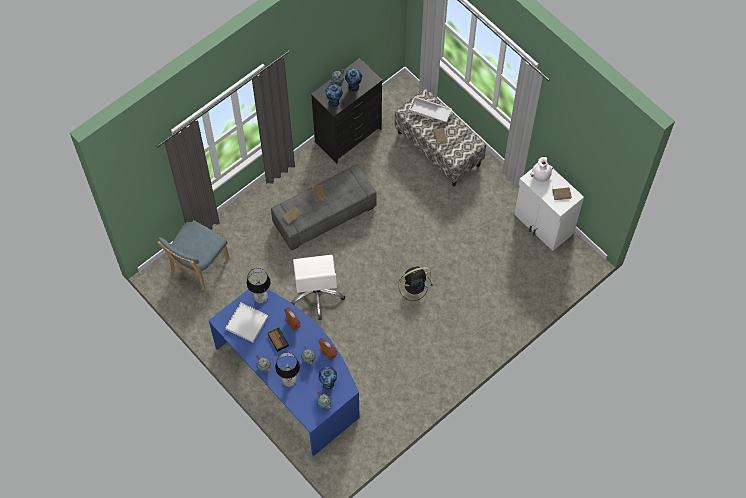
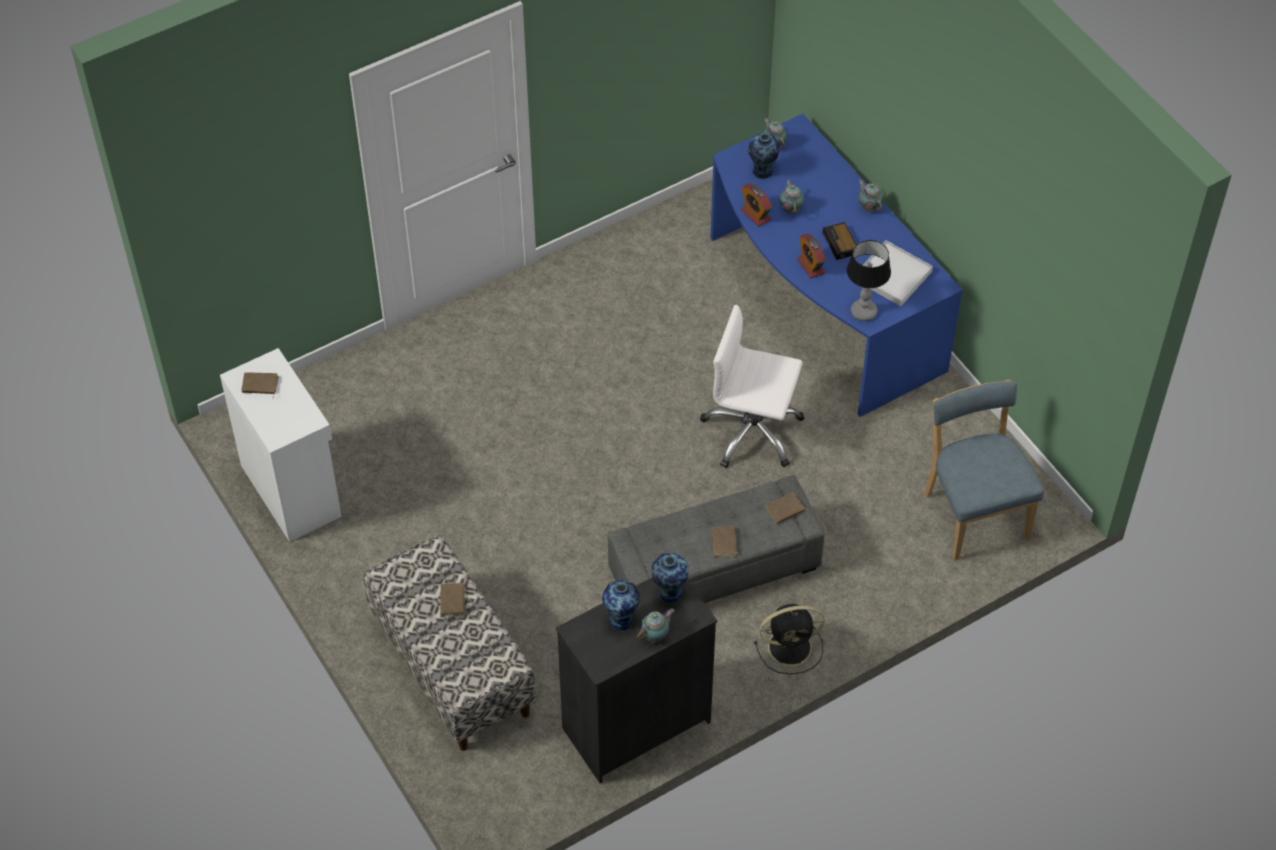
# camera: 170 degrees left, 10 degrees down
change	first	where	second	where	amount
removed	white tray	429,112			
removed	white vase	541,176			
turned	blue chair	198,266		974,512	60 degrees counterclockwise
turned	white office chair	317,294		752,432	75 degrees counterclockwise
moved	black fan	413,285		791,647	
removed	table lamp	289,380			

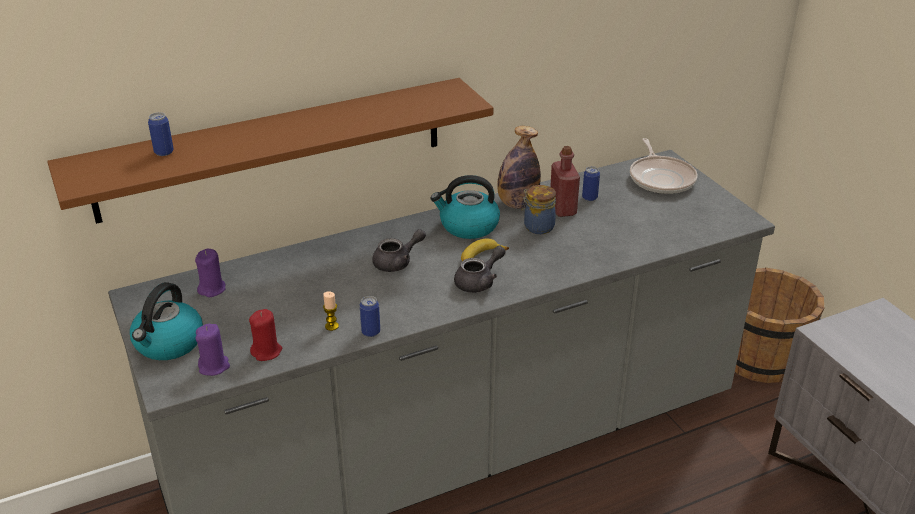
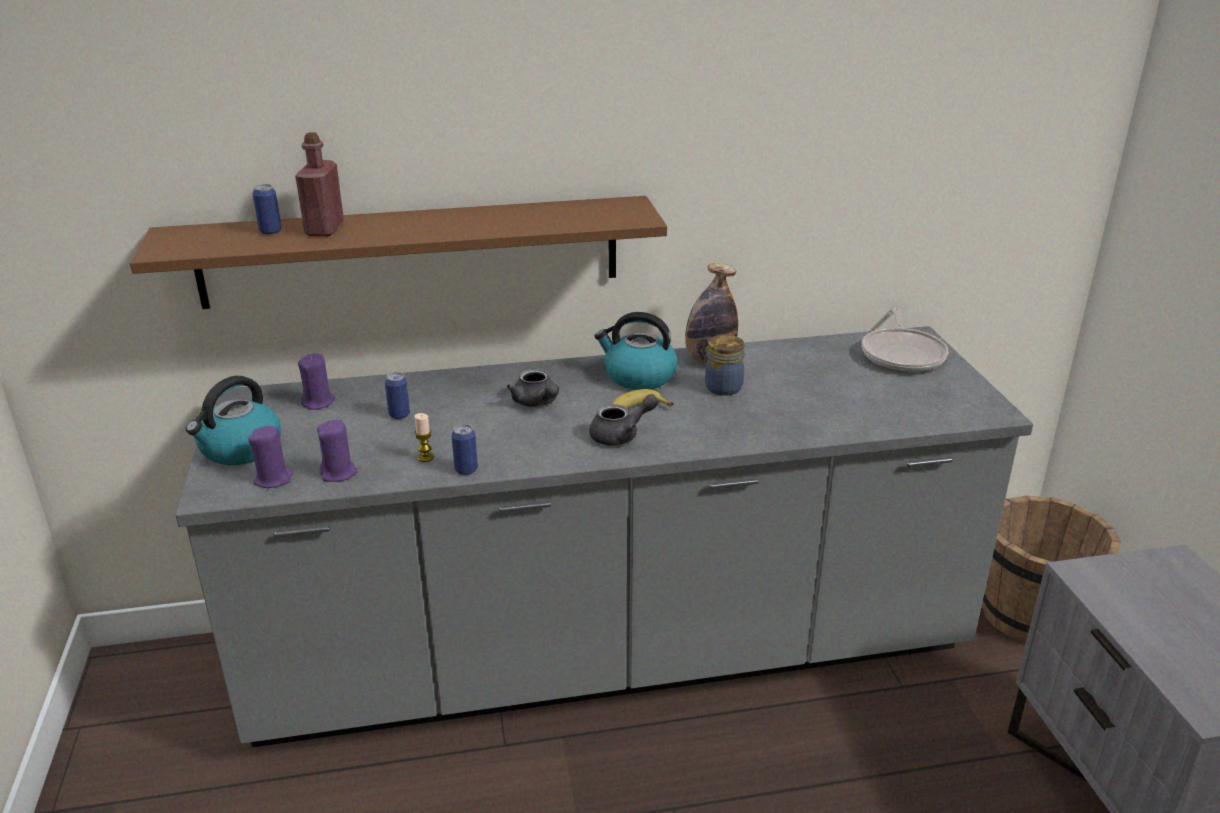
# camera: 15 degrees right, 5 degrees down
change	first	where	second	where	amount
moved	red bottle	562,209		324,229	
moved	can	589,198		399,415	
turned	grey teapot	398,262		537,403	75 degrees clockwise
recoloured	red candle	267,352	purple candle	339,473	

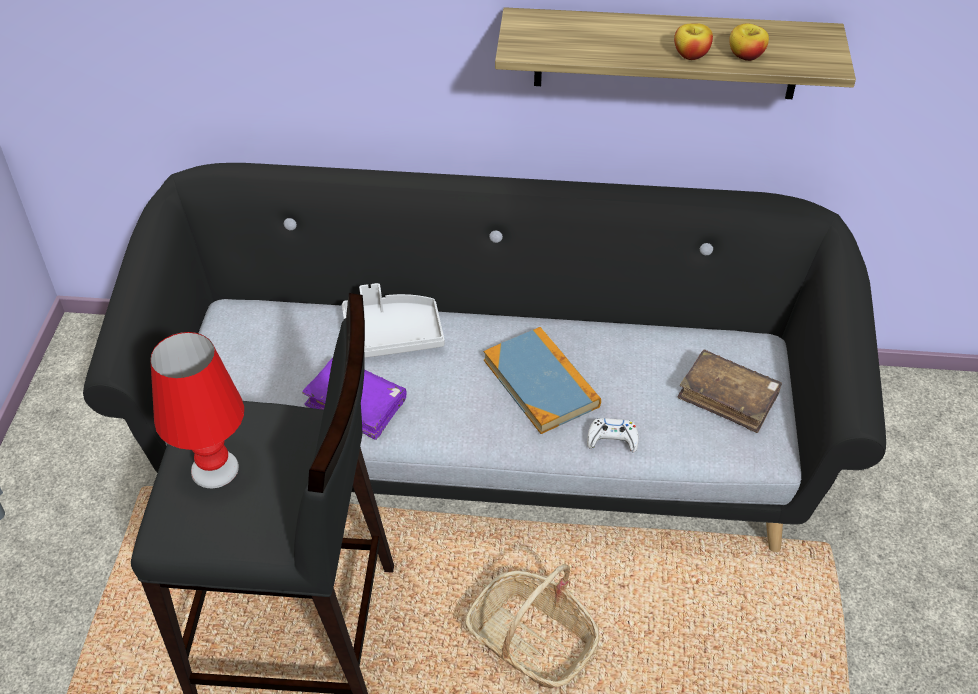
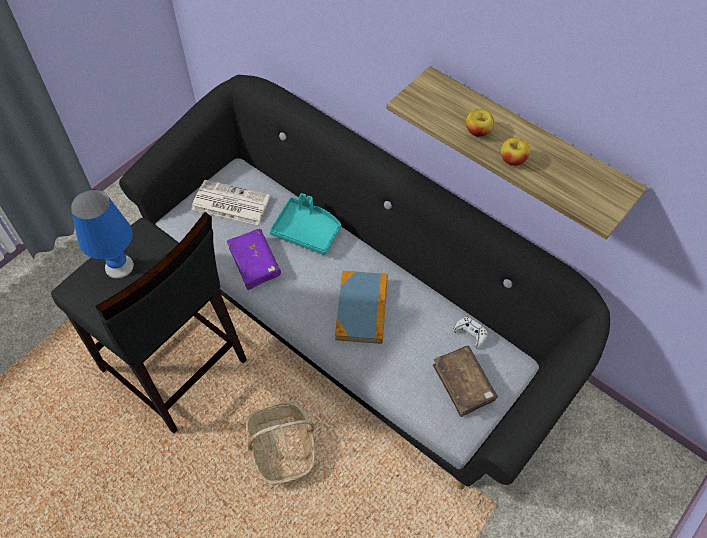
# camera: 35 degrees right, 10 degrees up
change	first	where	second	where	amount
moved	apple	745,56		478,131	
recoloured	grey tray	392,334	turquoise tray	307,231	
recoloured	red table lamp	214,469	blue table lamp	119,266	
moved	white game controller	612,439		470,333	
added			newspaper	229,203	

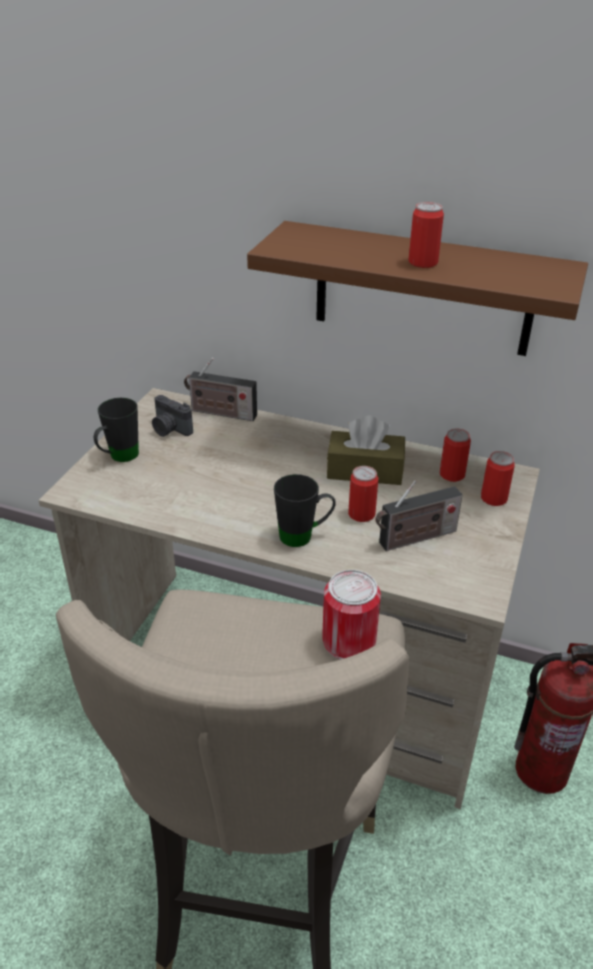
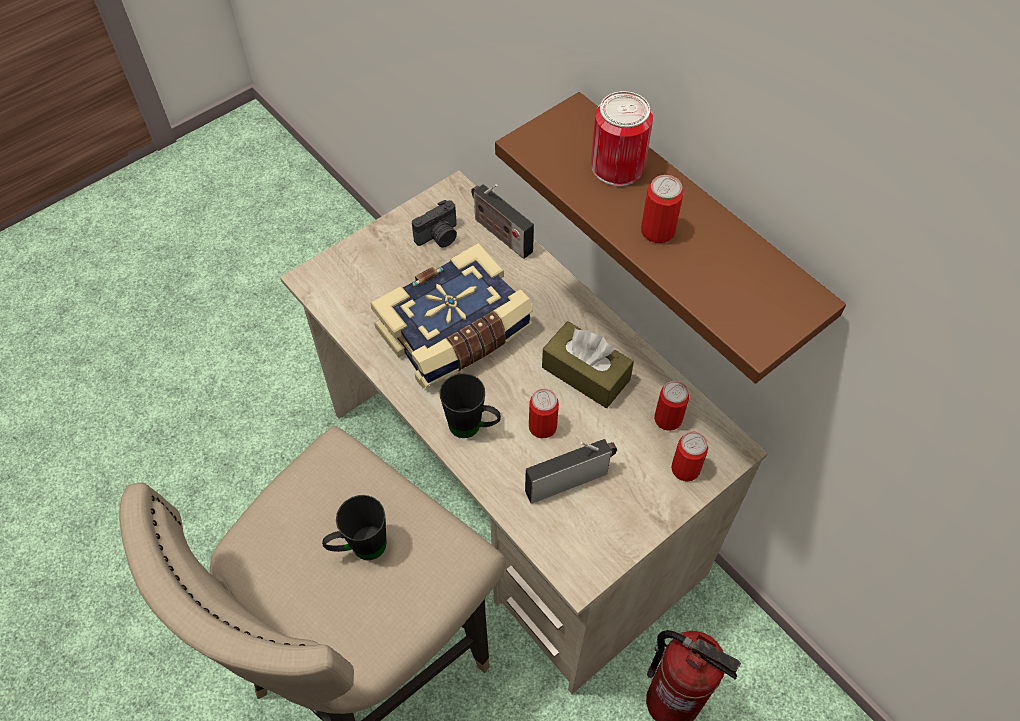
# camera: 30 degrees right, 20 degrees up
change	first	where	second	where	amount
turned	photo camera	170,429		439,237	105 degrees counterclockwise
moved	black mug	119,458		360,548	
turned	radio	414,539		569,480	150 degrees clockwise
moved	can	349,641		617,167	
added			book	456,333	

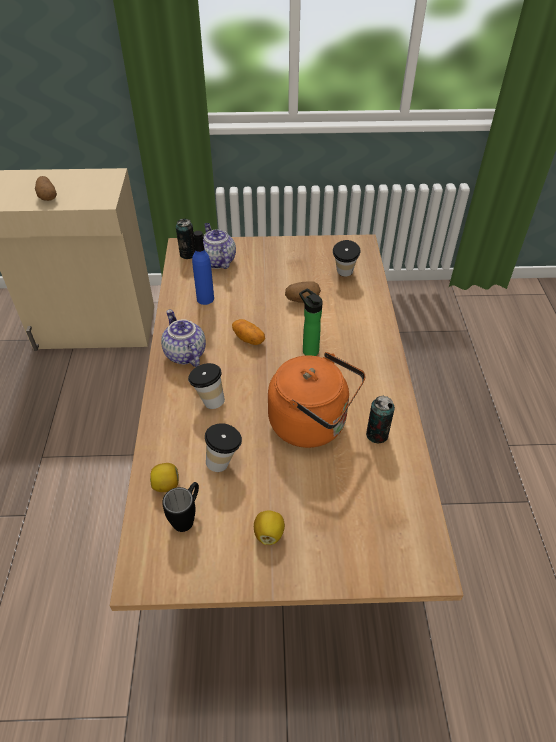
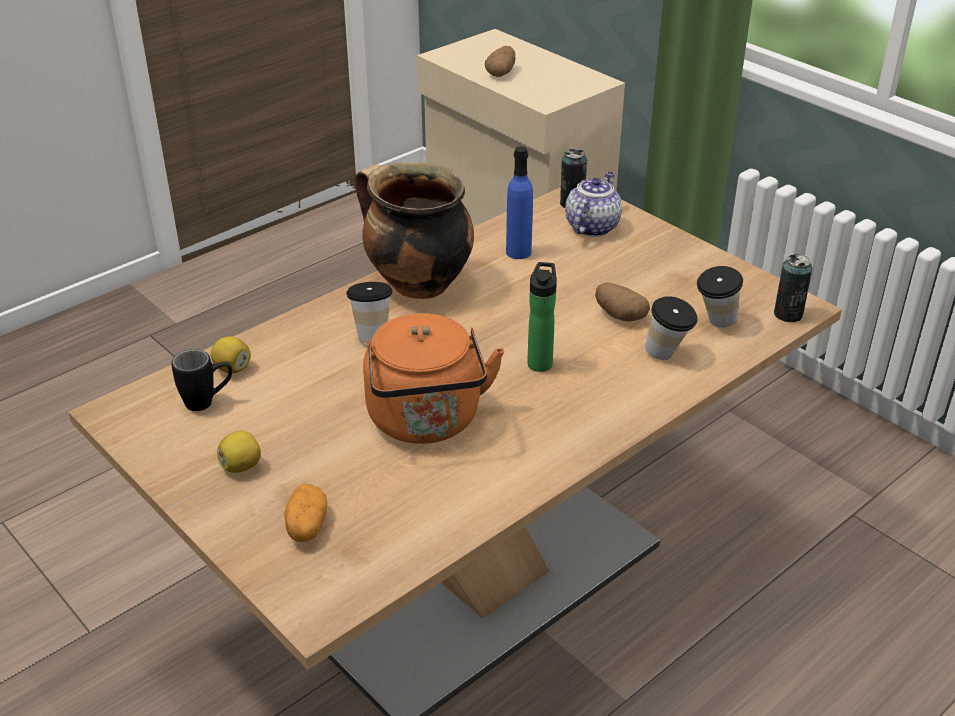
# camera: 50 degrees right, 10 degrees down
change	first	where	second	where	amount
replaced	teapot	184,354	cooking pot	416,284	
moved	potato	249,339		306,525	
moved	can	377,435		788,314	
moved	cup	224,462		667,355	

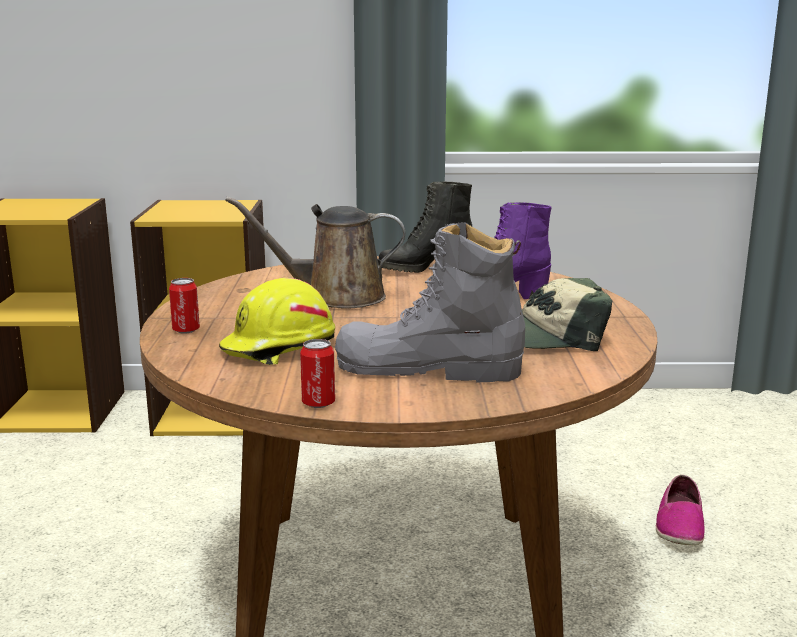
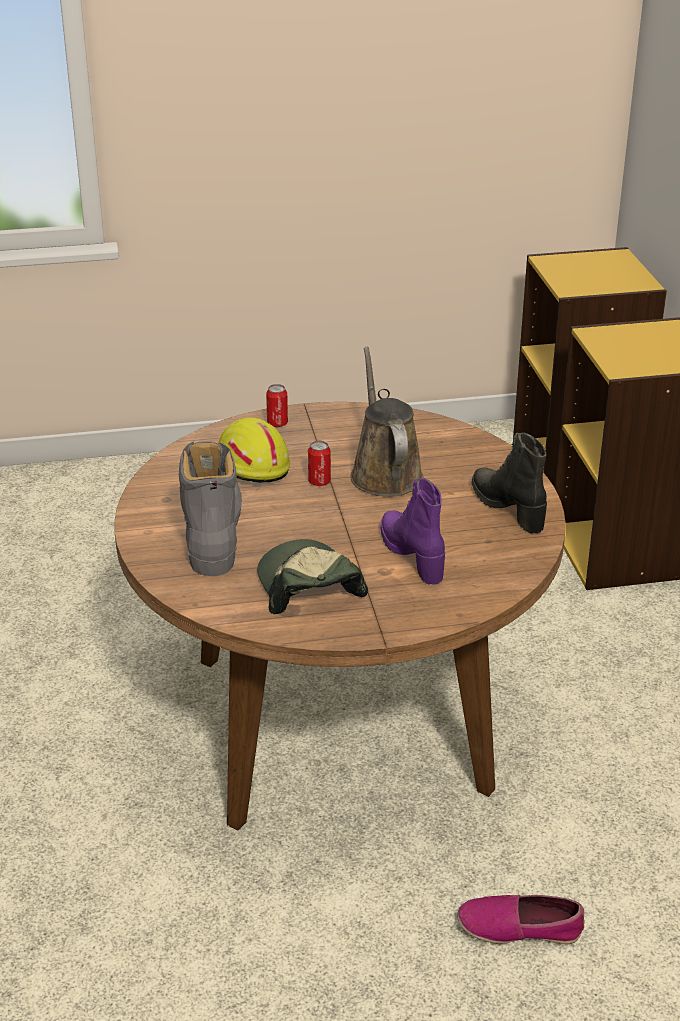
# camera: 80 degrees right, 15 degrees up
change	first	where	second	where	amount
moved	can	318,403		319,482	

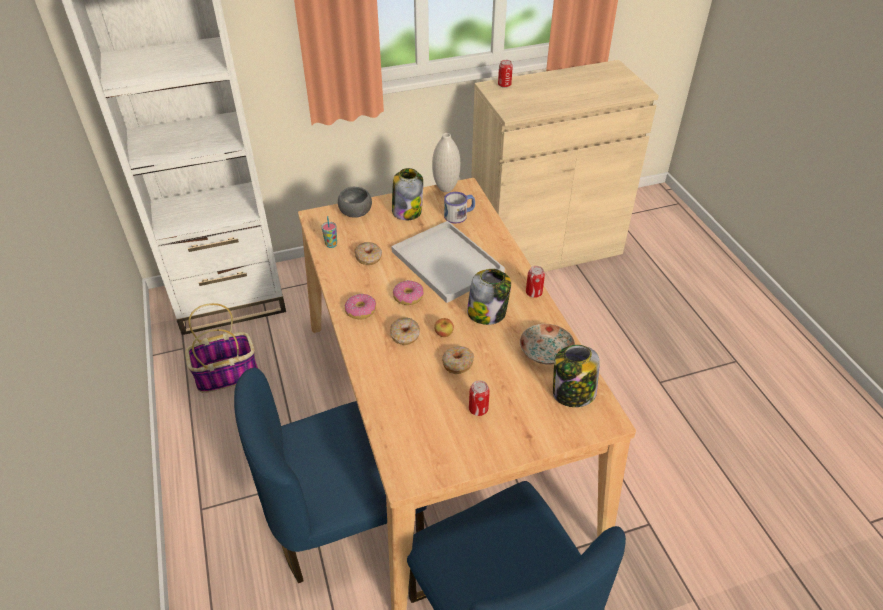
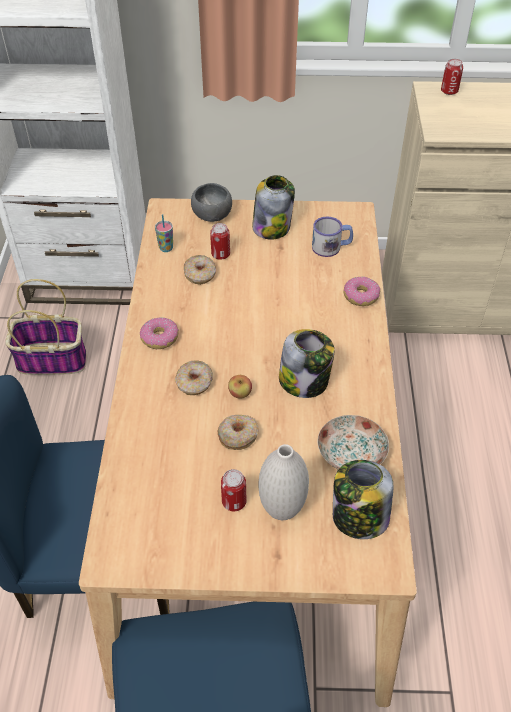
# camera: 20 degrees right, 5 degrees up
change	first	where	second	where	amount
moved	white vase	446,188		282,510	
removed	white tray	449,263			
moved	can	533,293		220,254	
moved	donut	408,297		360,296	

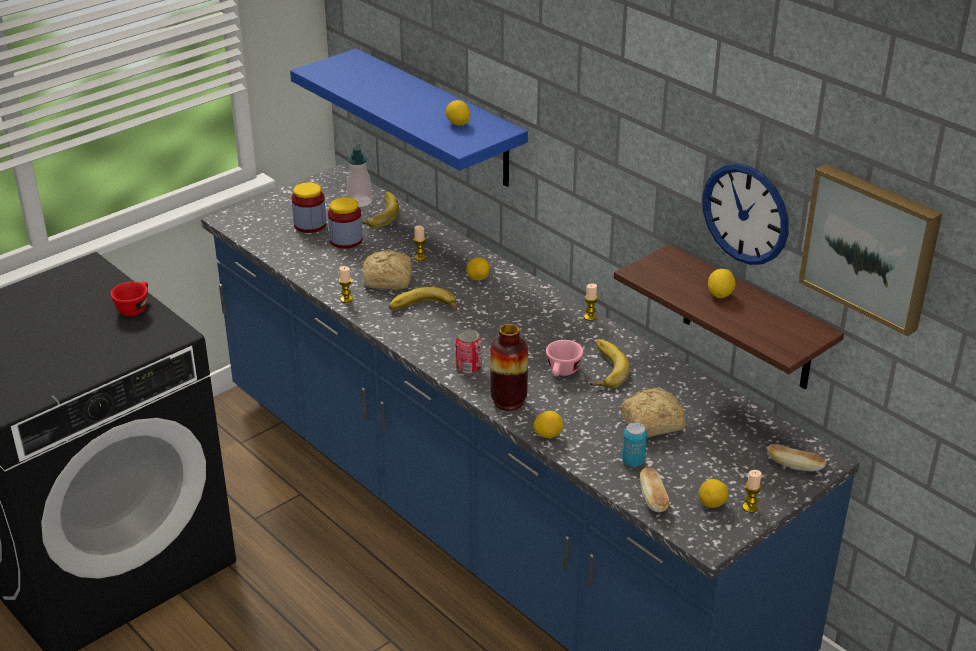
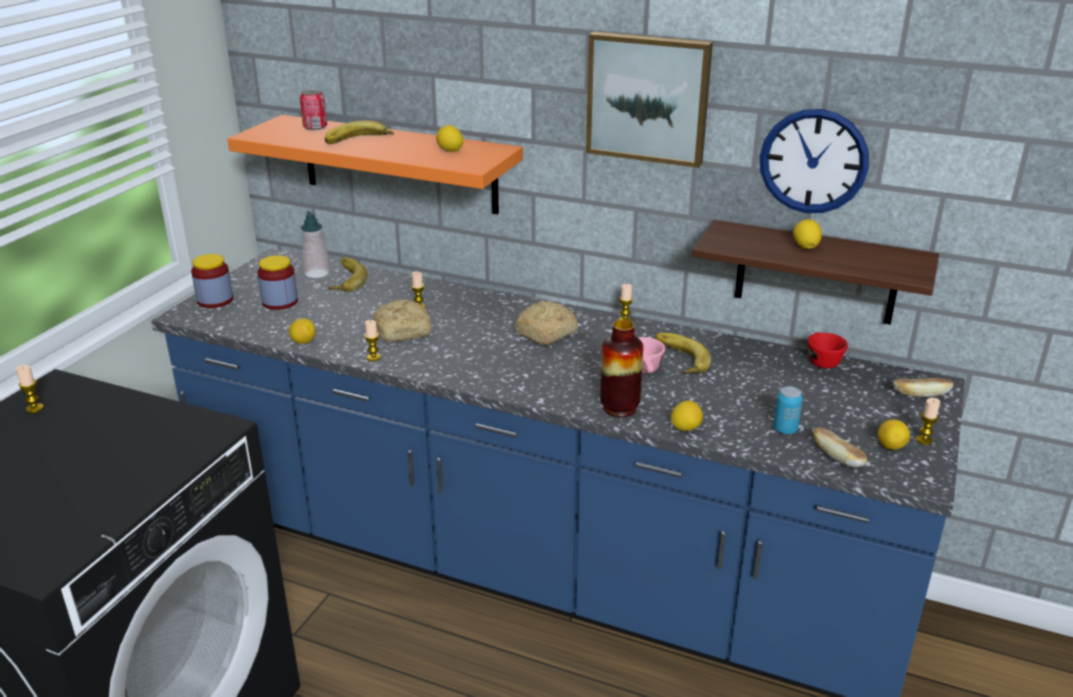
# camera: 25 degrees left, 5 degrees down
change	first	where	second	where	amount
recoloured	blue shelf	437,118	orange shelf	399,164	
moved	picture	871,246		648,97	
moved	jar	346,240		215,300	
moved	lemon	477,278		303,342	
moved	red cup	134,307		821,360	
moved	banana	423,309		359,140	
moved	can	468,367		315,127	
moved	bread	649,423		544,334	
added			candle	35,408	

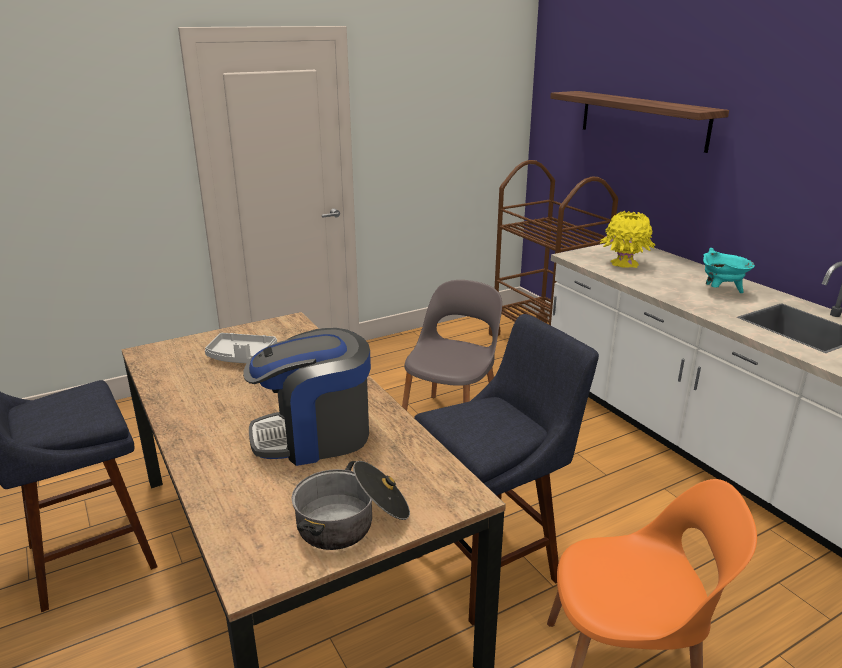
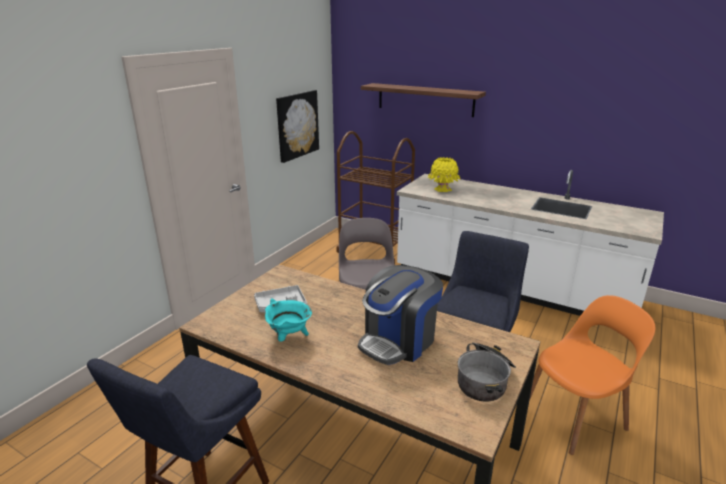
# camera: 30 degrees left, 0 degrees up
change	first	where	second	where	amount
moved	turquoise cooking pot	721,291		289,337	
added			picture	297,125	

